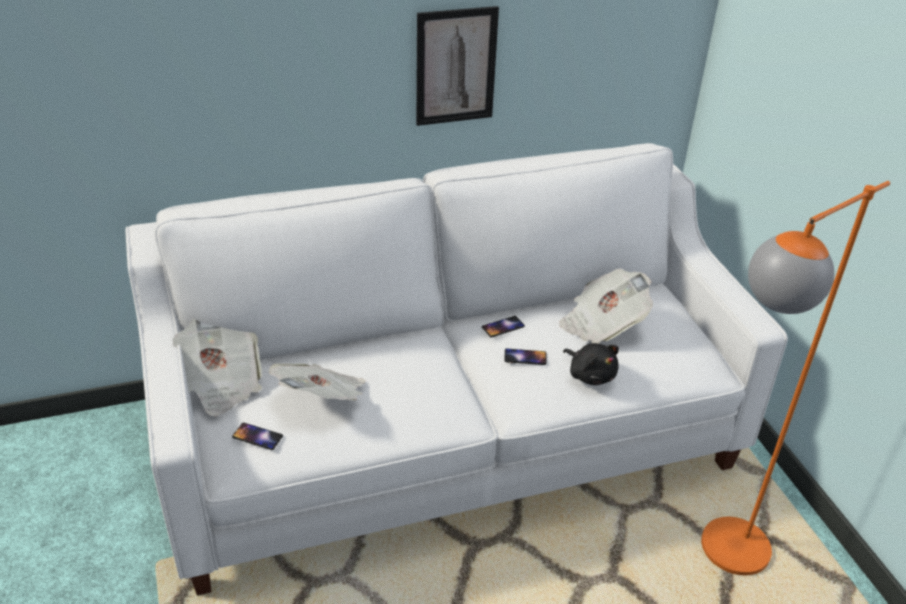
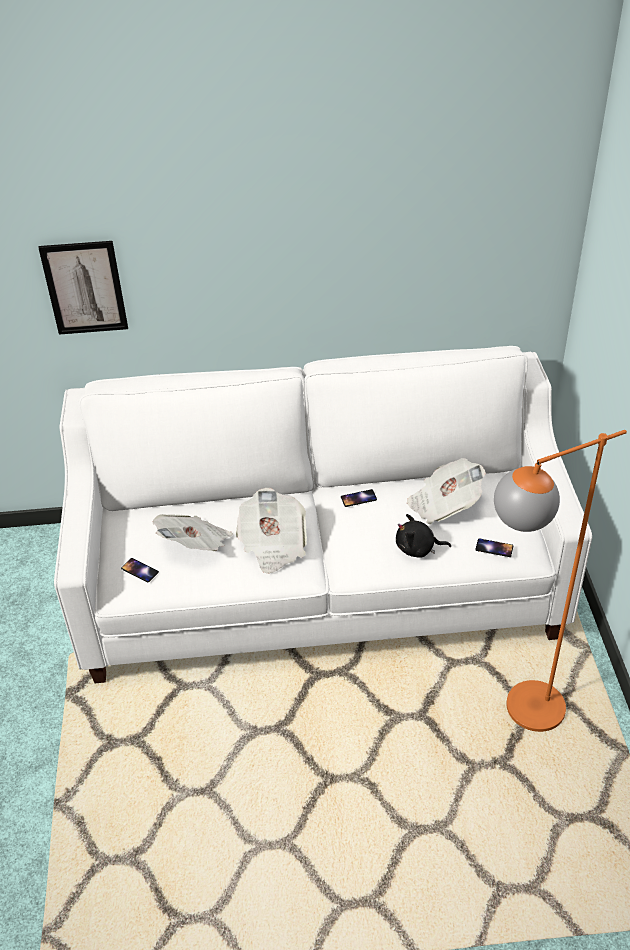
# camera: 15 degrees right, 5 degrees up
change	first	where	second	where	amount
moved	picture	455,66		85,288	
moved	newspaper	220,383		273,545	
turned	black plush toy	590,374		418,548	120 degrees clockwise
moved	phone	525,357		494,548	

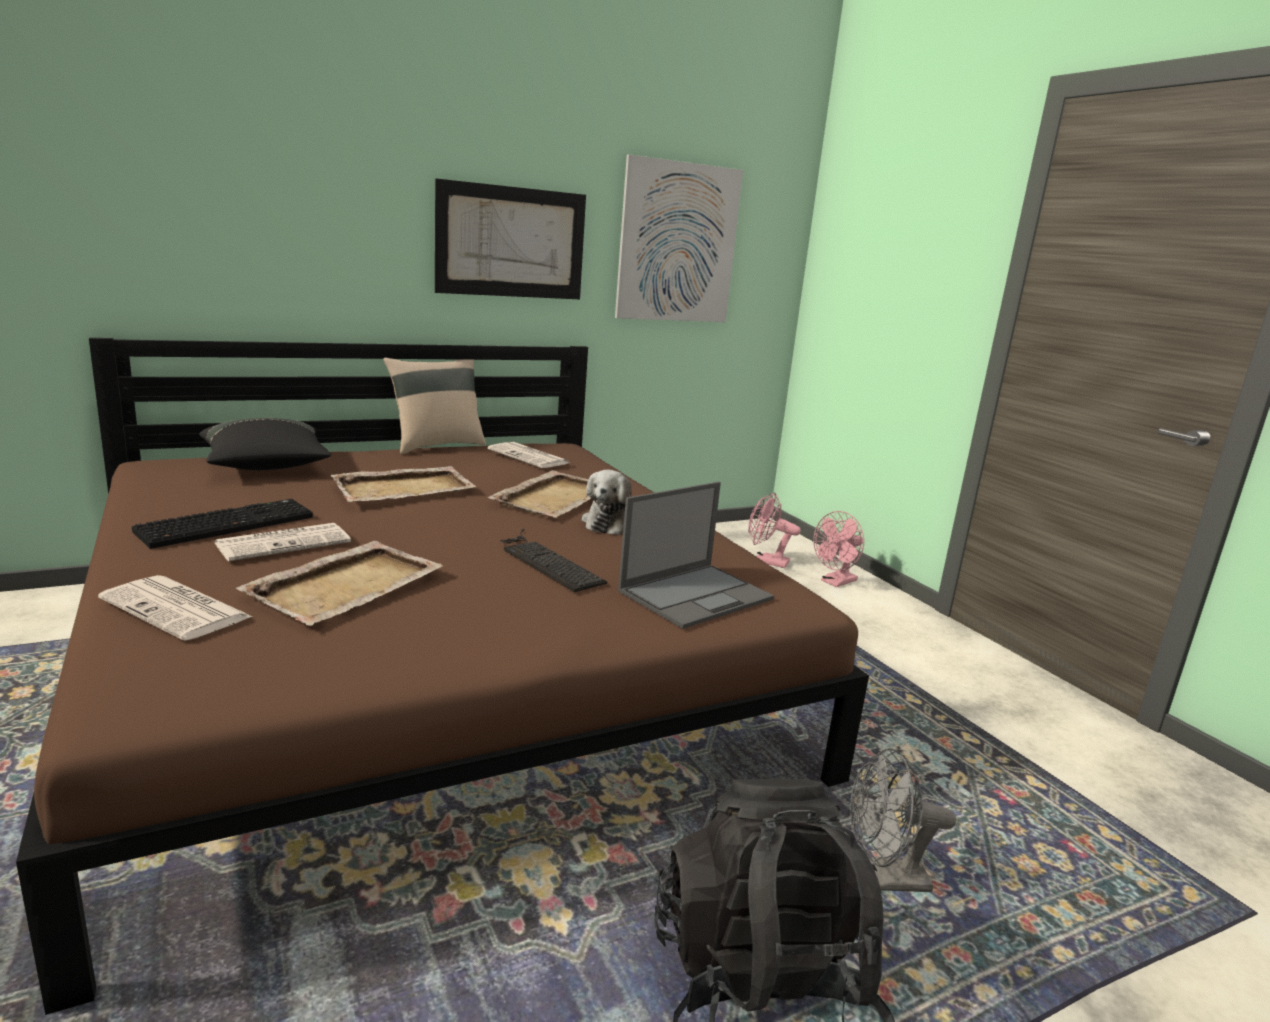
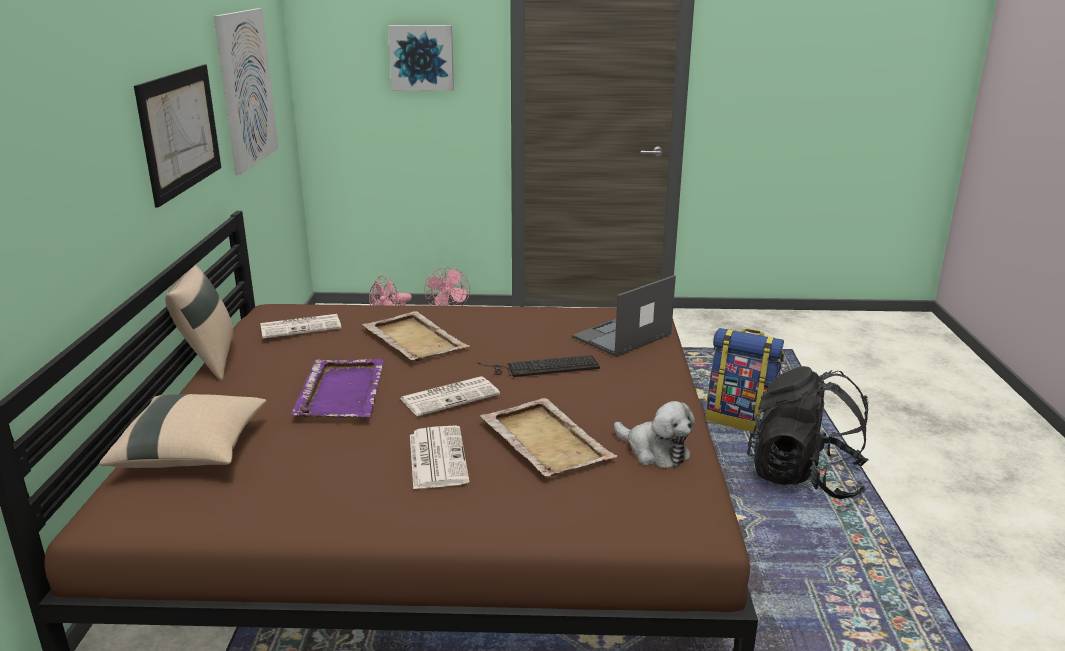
# camera: 60 degrees left, 5 degrees up
change	first	where	second	where	amount
recoloured	black pillow	266,466	beige pillow	192,452	
recoloured	beige tray	405,488	purple tray	341,391	
moved	plush toy	610,523		654,451	
turned	laptop	697,595		621,336	120 degrees counterclockwise
removed	keyboard	227,524			
moved	newspaper	178,609		450,396	
replaced	grey fan	882,879	backpack	741,419	
added			picture	422,57	

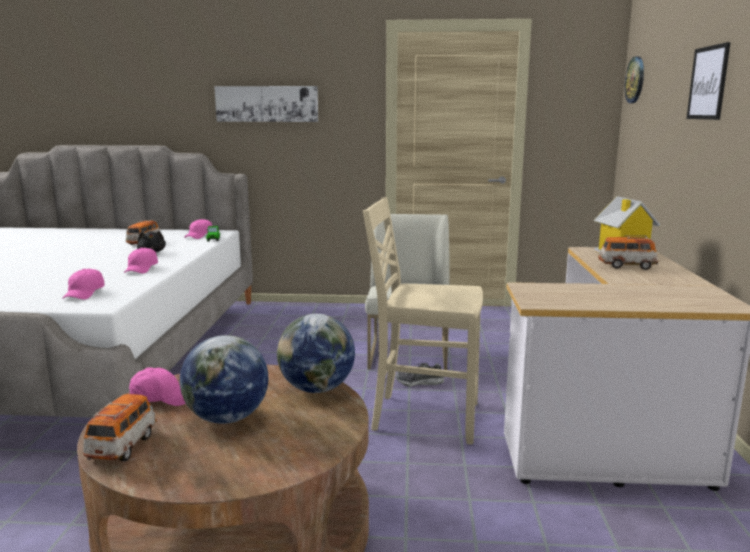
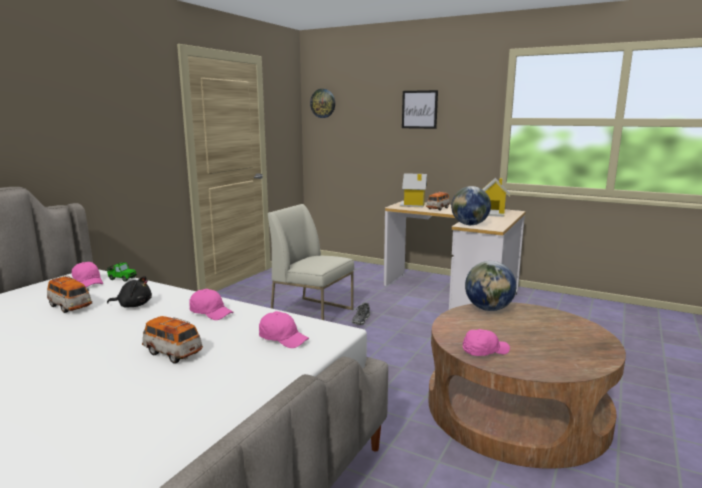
# camera: 65 degrees left, 0 degrees up
change	first	where	second	where	amount
removed	picture	267,104			
removed	beige chair	423,417			
moved	globe	226,418		469,224	
turned	pink cap	162,398		484,351	45 degrees clockwise
moved	toy car	123,446		172,353	
added			toy house	493,213	

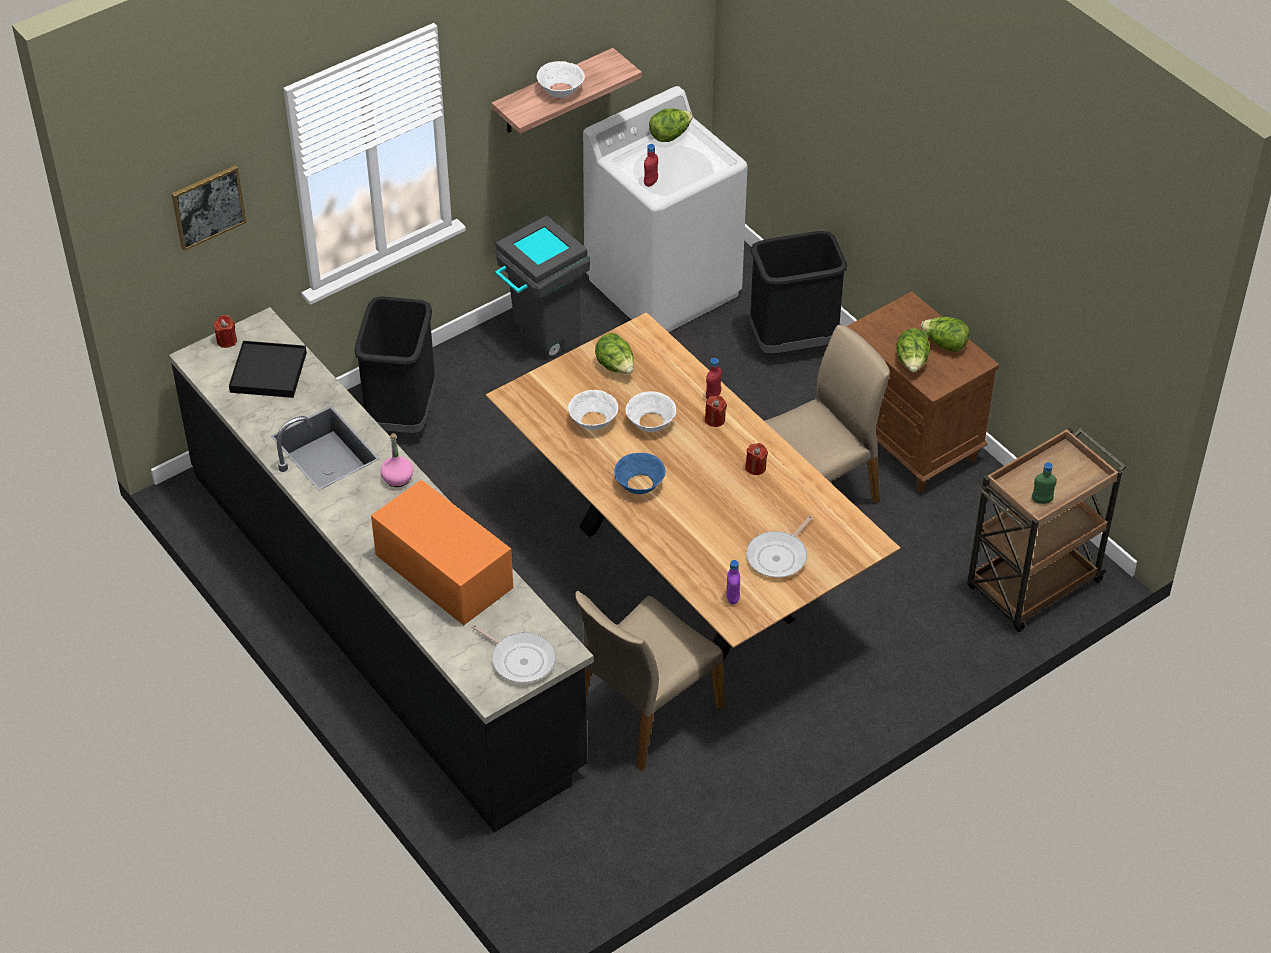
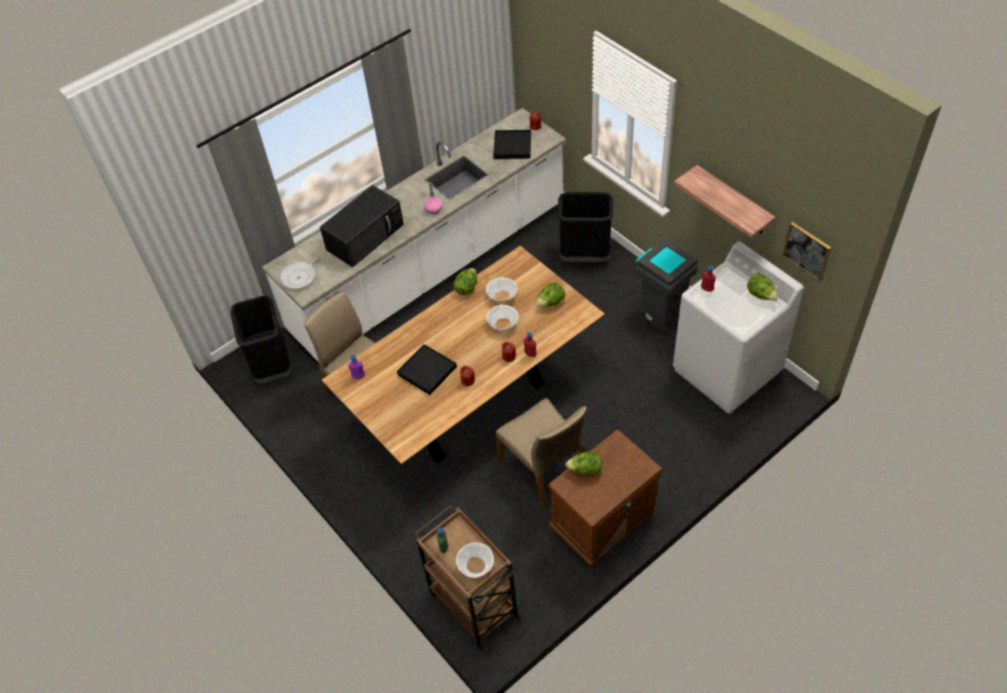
# camera: 90 degrees right, 5 degrees up
change	first	where	second	where	amount
moved	white bowl	561,90		475,566	
moved	picture	208,206		807,250	
moved	black trash can	793,342		273,367	
recoloured	black counter	383,616	white counter	432,270	
moved	lettuce	944,344		466,288	
removed	blue bowl	639,484			
recoloured	orange microwave	442,570	black microwave	365,236	
removed	frying pan	779,556			
added			black tray	427,371	

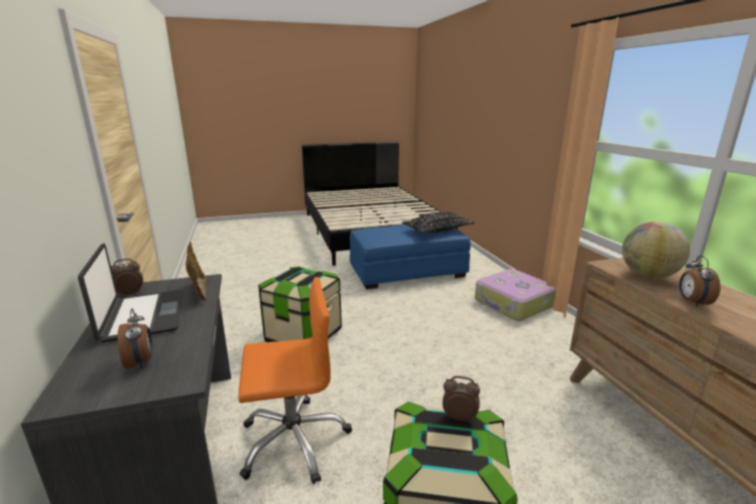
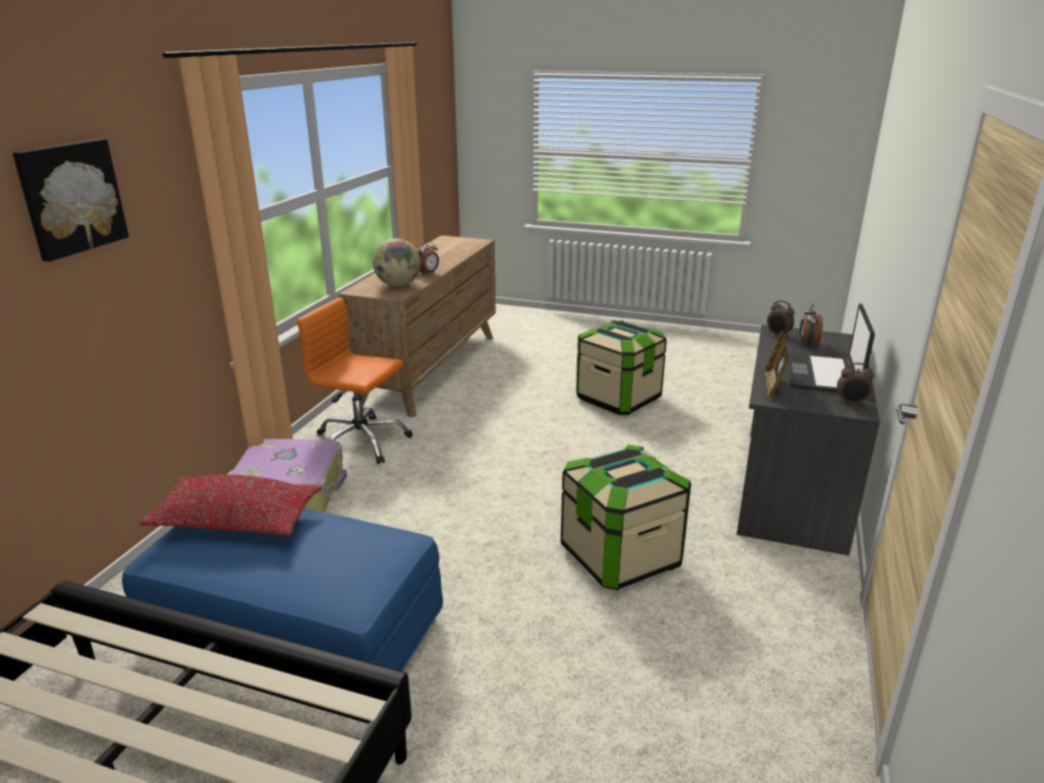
# camera: 145 degrees left, 5 degrees up
change	first	where	second	where	amount
recoloured	black pillow	437,231	red pillow	236,521	
moved	orange office chair	294,440		360,442	
moved	alarm clock	459,417		778,335	
added			picture	71,198	

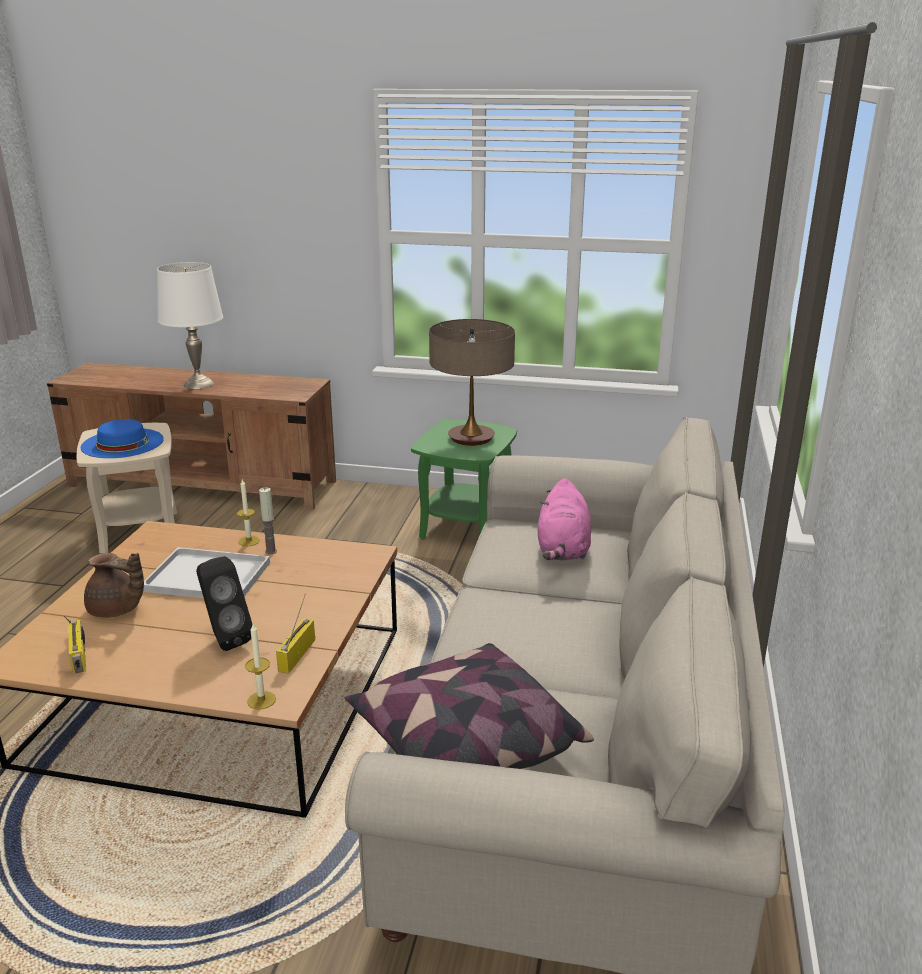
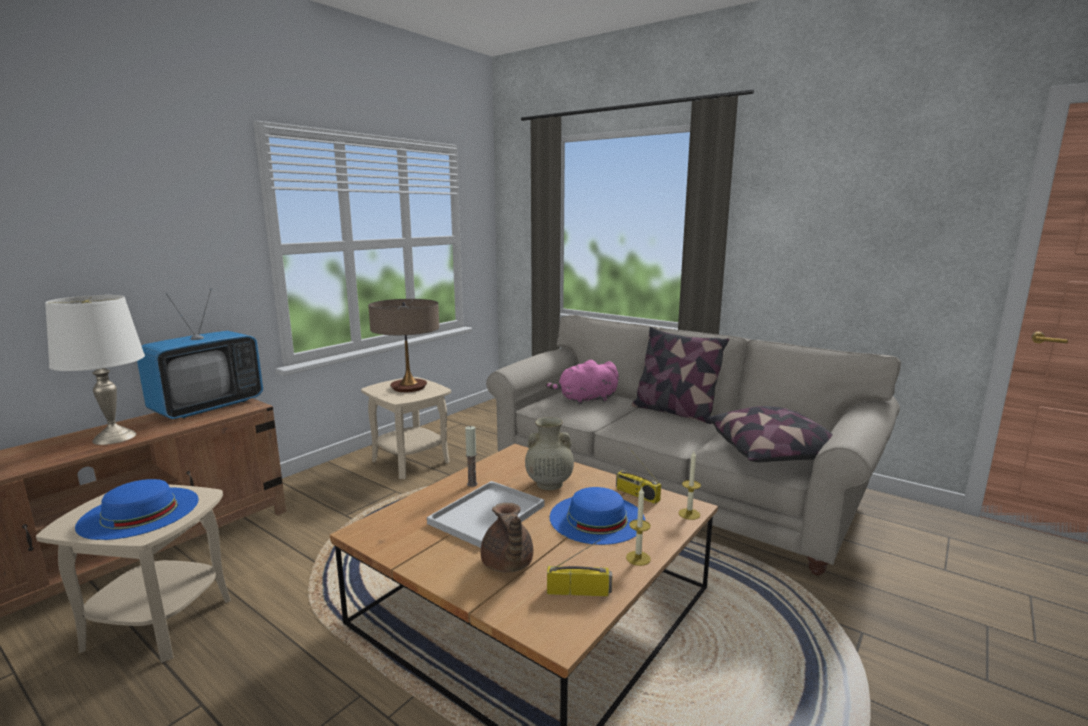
# camera: 65 degrees left, 10 degrees down
change	first	where	second	where	amount
recoloured	green side table	464,528	beige side table	410,461	
turned	pink plush toy	563,550		585,400	135 degrees clockwise
moved	candle	249,541		638,558	
turned	brown teapot	116,610		507,565	120 degrees clockwise
replaced	black speaker	225,639	blue hat	597,518	
added			television	208,407	
added			pillow	674,412	
added			beige vase	548,484	

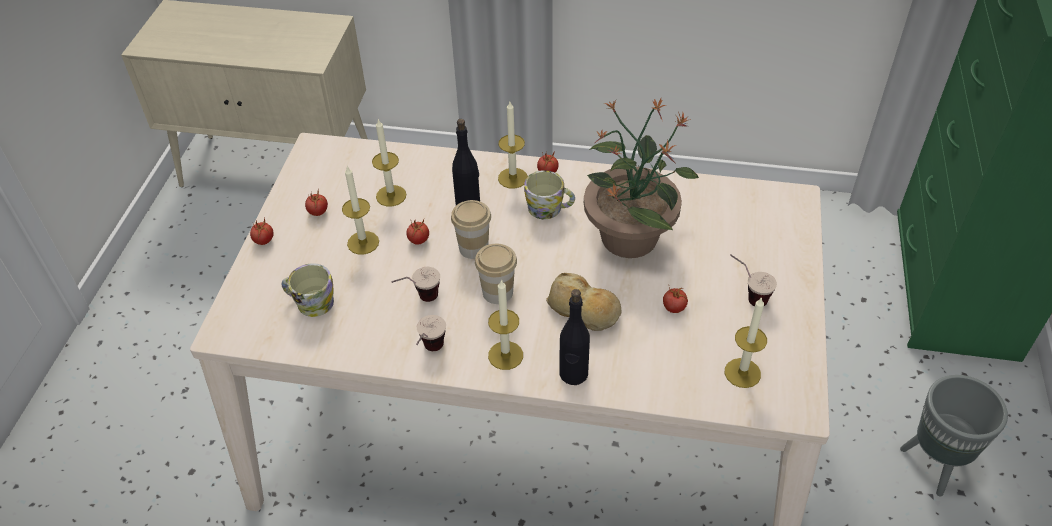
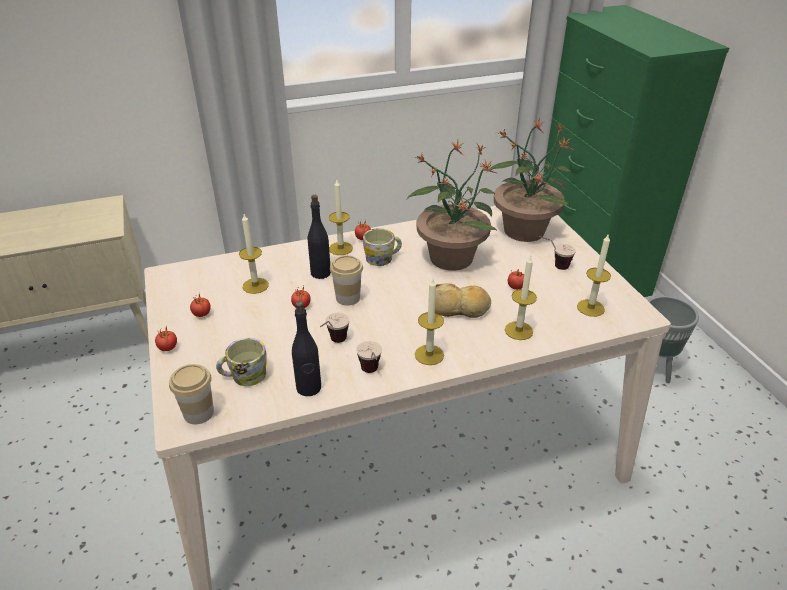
# camera: 30 degrees left, 10 degrees down
change	first	where	second	where	amount
moved	candle	363,242		518,330	
moved	cup	497,292		198,413	
moved	black bottle	573,374		309,388	
added			potted plant	524,230	

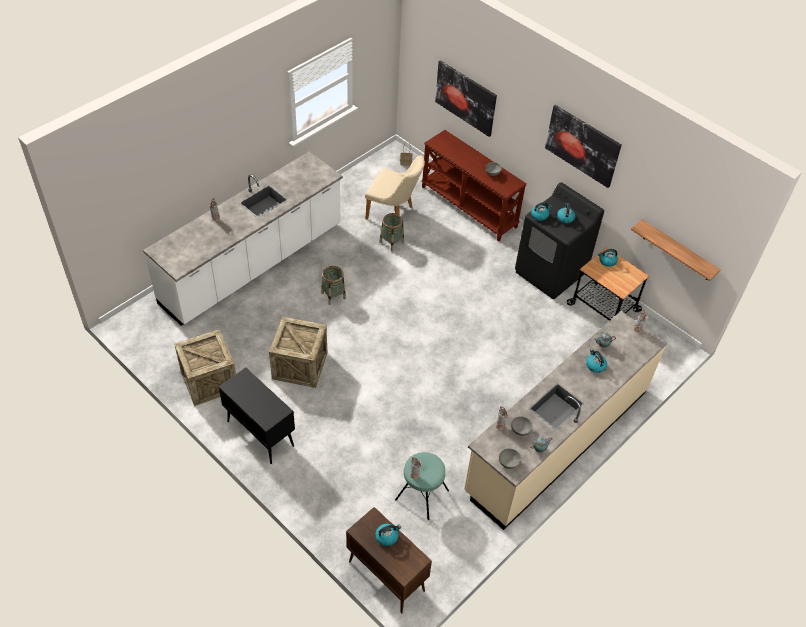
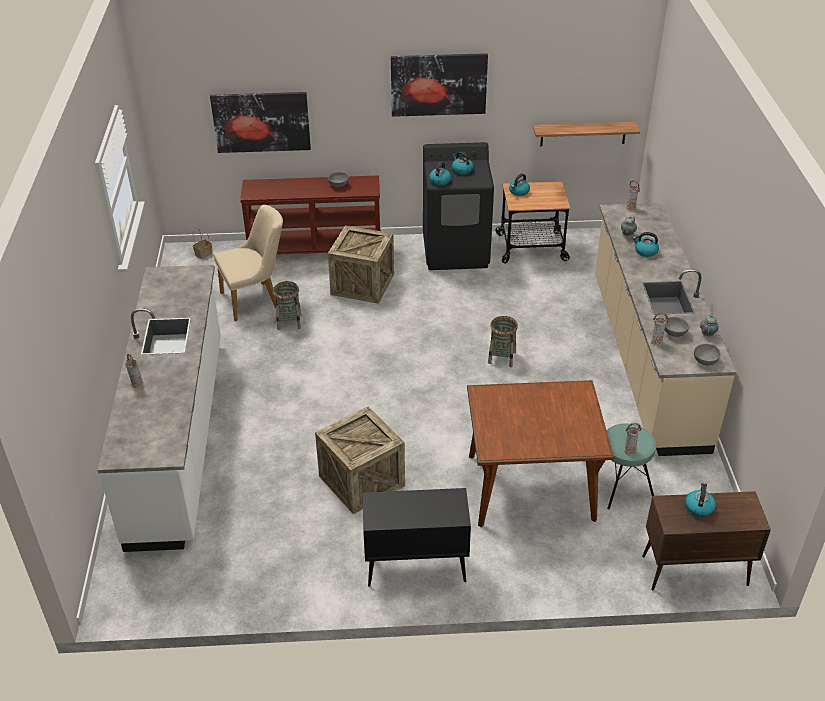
# camera: 45 degrees left, 10 degrees down
change	first	where	second	where	amount
moved	basket	333,295		501,357	
moved	crate	209,381		362,284	
added			brown dining table	530,487	

